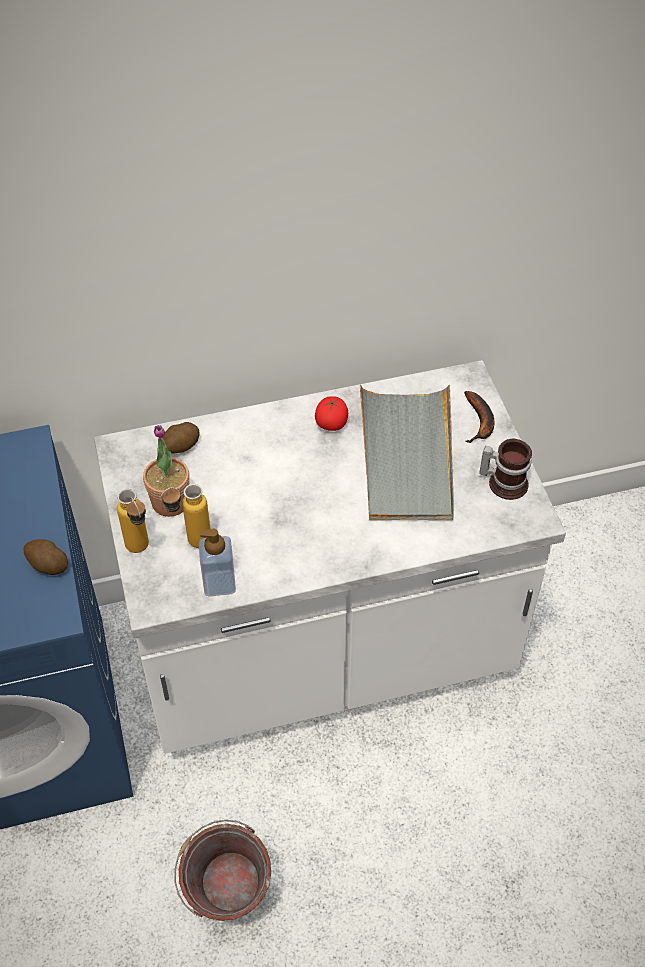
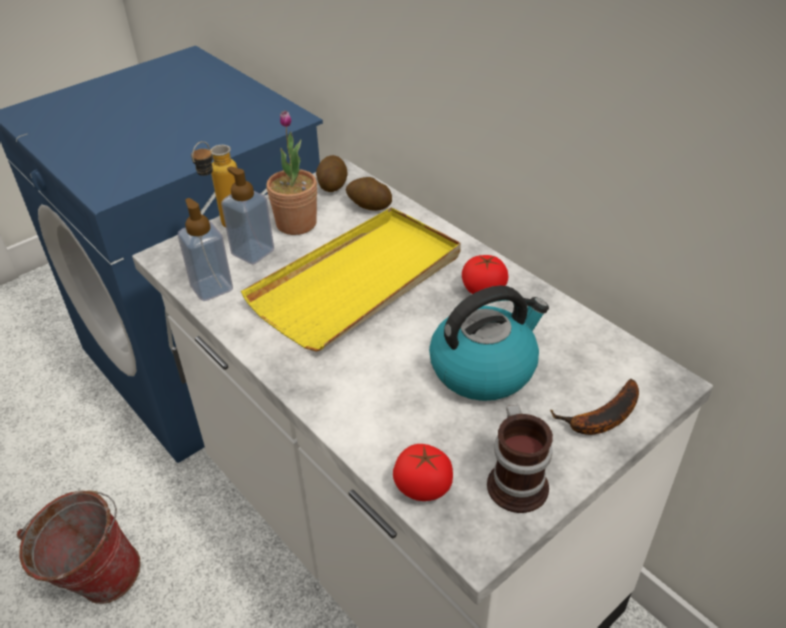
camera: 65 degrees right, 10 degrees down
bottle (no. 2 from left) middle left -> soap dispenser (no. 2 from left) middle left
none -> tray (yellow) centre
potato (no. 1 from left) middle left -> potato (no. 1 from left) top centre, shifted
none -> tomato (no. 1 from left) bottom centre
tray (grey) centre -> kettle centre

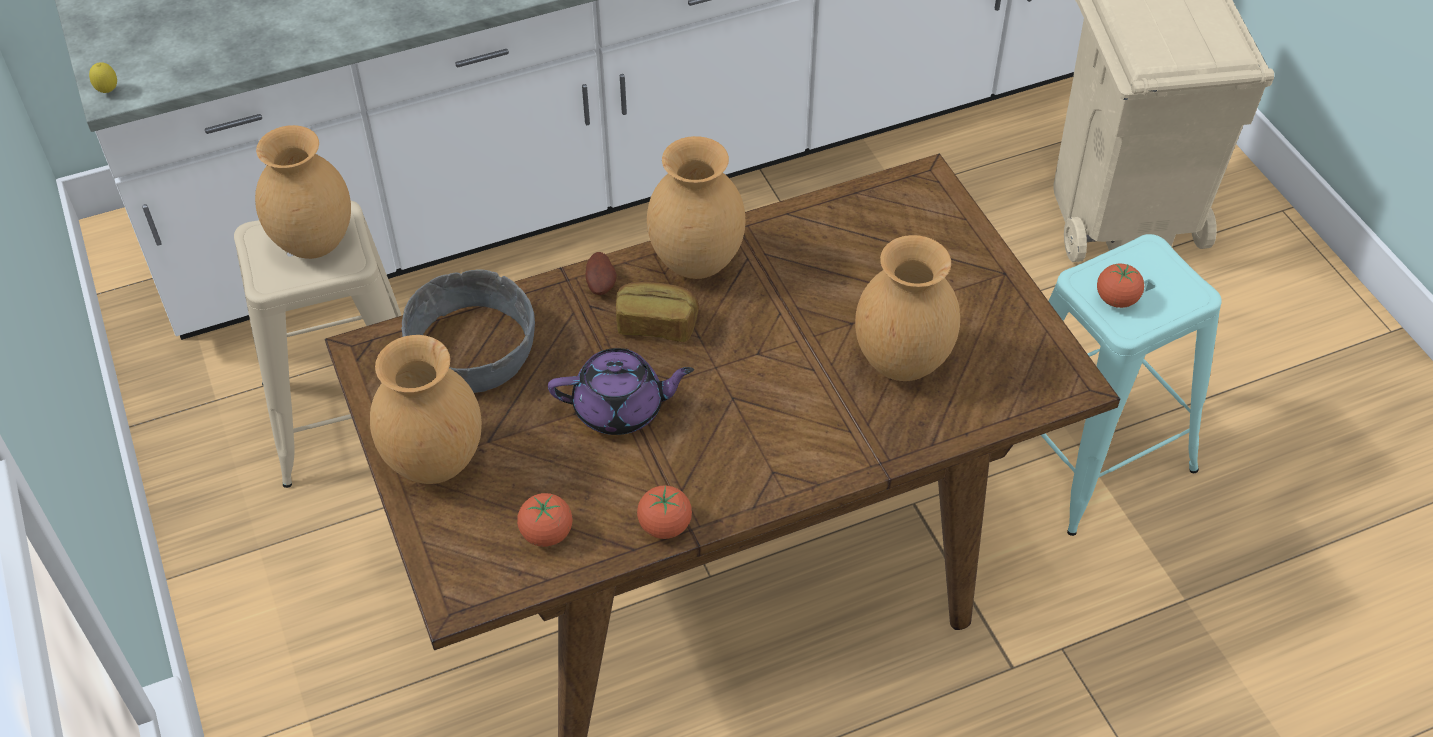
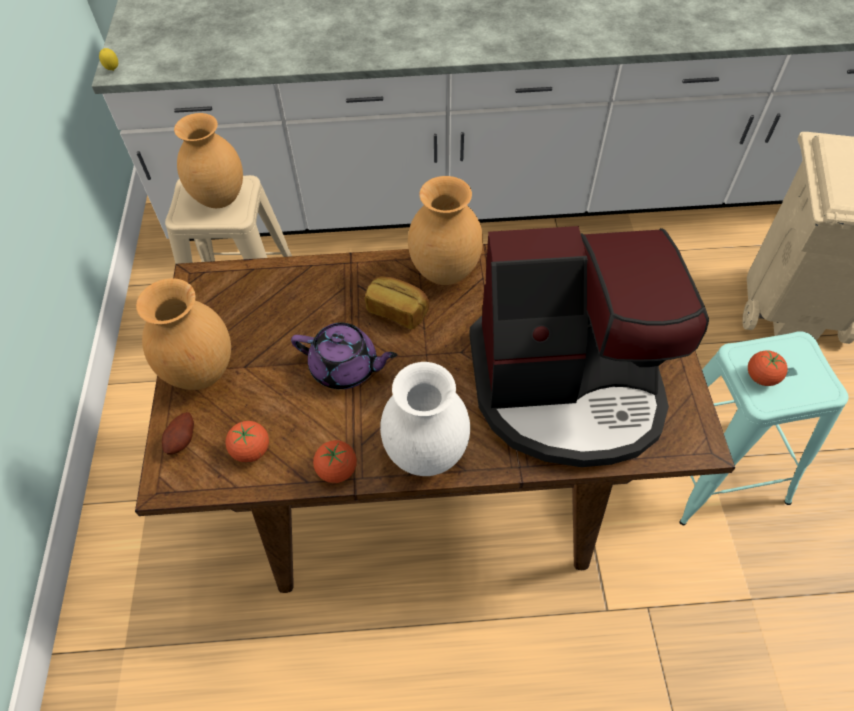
camera: 20 degrees right, 5 degrees up
potato centre -> potato middle left, shifted
none -> vase (white) centre
vase (brown) (no. 4 from left) centre -> coffee machine middle right
bowl (grey) middle left -> none

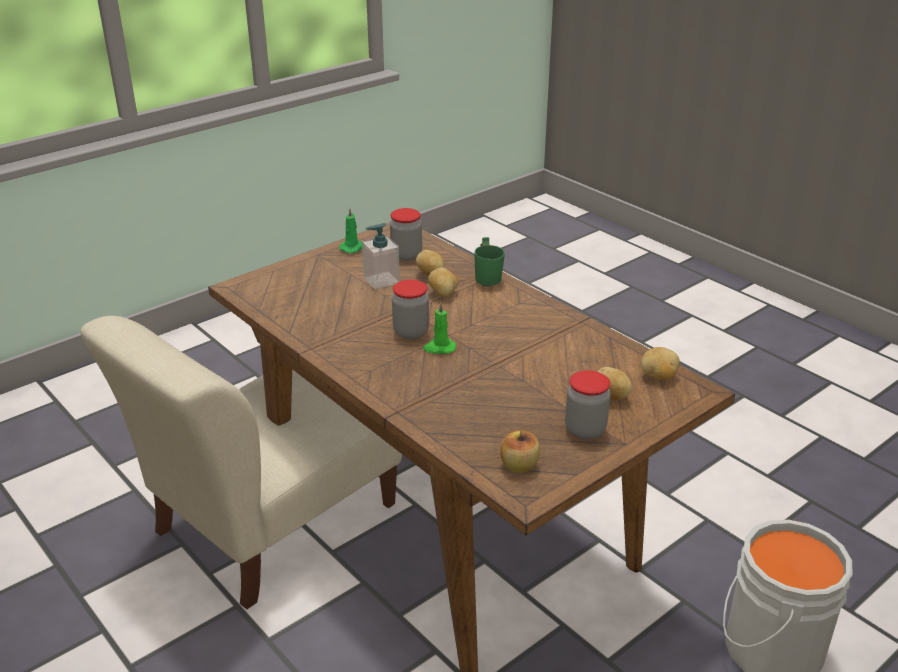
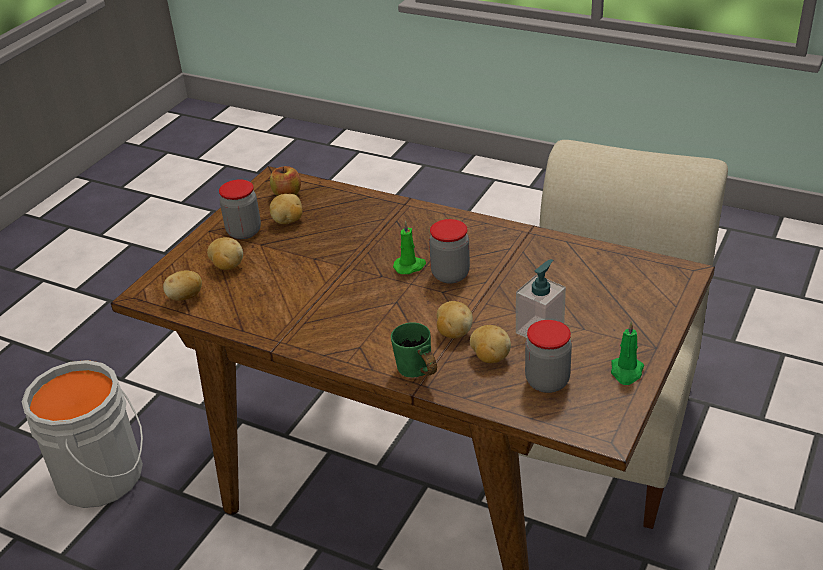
camera: 160 degrees right, 5 degrees up
none -> potato (no. 3 from left) centre

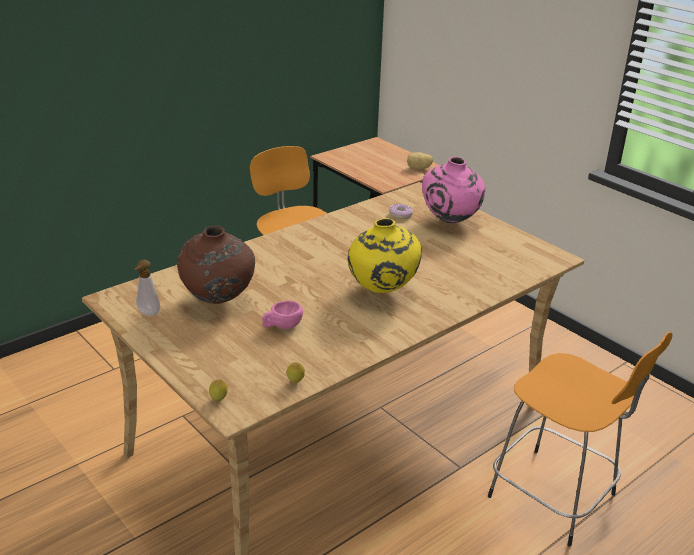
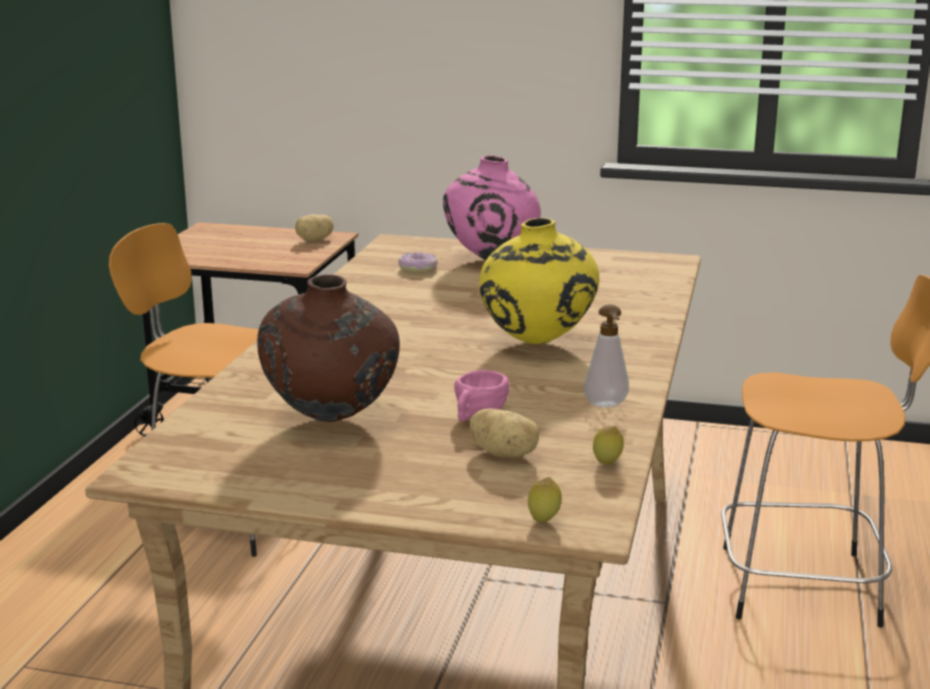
camera: 35 degrees left, 10 degrees down
none -> potato (no. 2 from left) centre
soap dispenser middle left -> soap dispenser centre, shifted

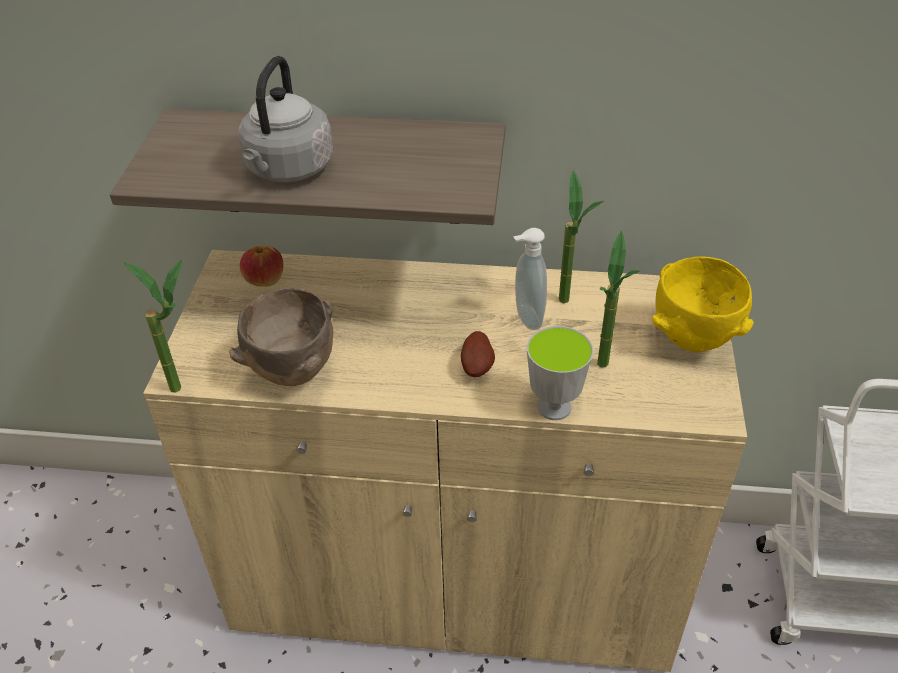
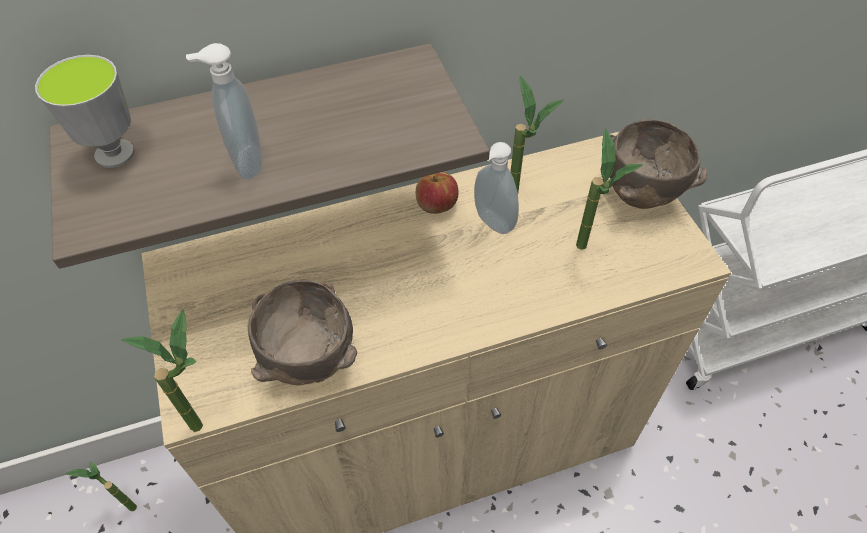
camera: 25 degrees left, 10 degrees up
cup centre -> cup top left, shifted
none -> potted plant (no. 1 from left) bottom left
kettle (grey) top left -> soap dispenser (no. 1 from left) top left
apple middle left -> apple centre, shifted
bowl (yellow) middle right -> bowl (brown) (no. 2 from left) top right
potato centre -> none

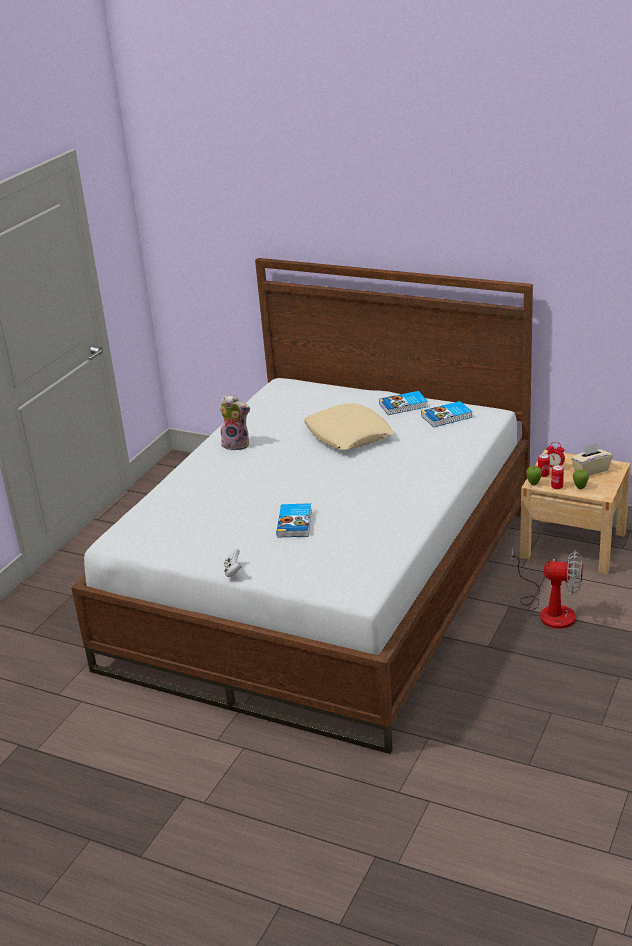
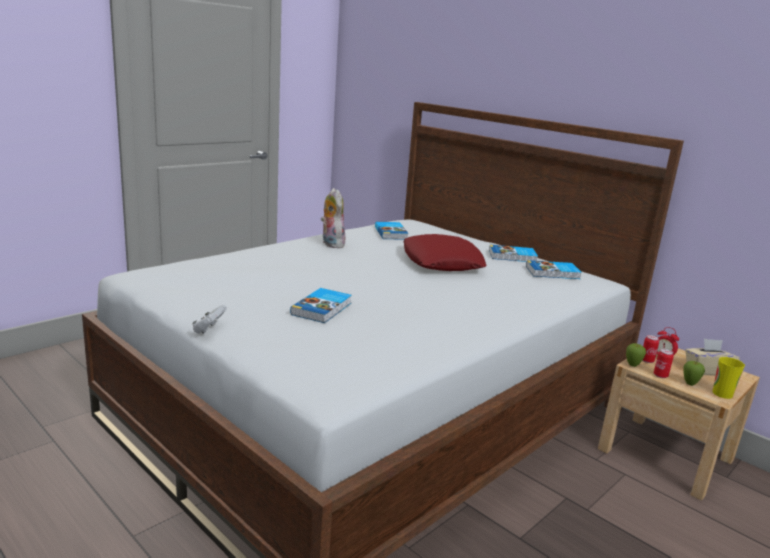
camera: 15 degrees right, 10 degrees down
plush toy centre, 150 degrees counterclockwise
none -> book (no. 2 from left) centre
pillow (beige) centre -> pillow (red) centre
none -> cup bottom right
fan middle right -> none

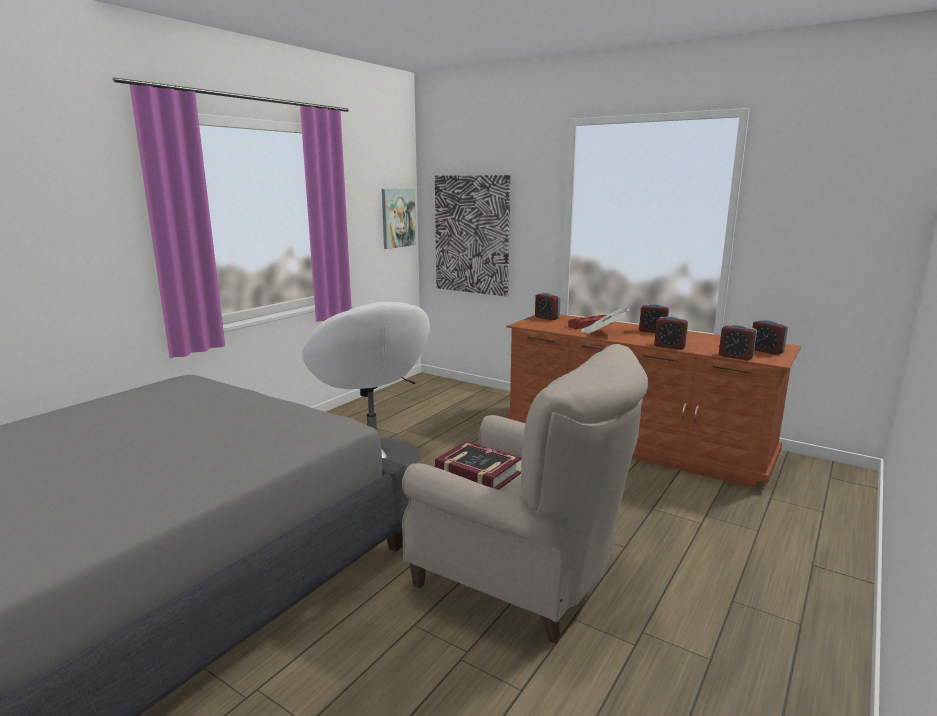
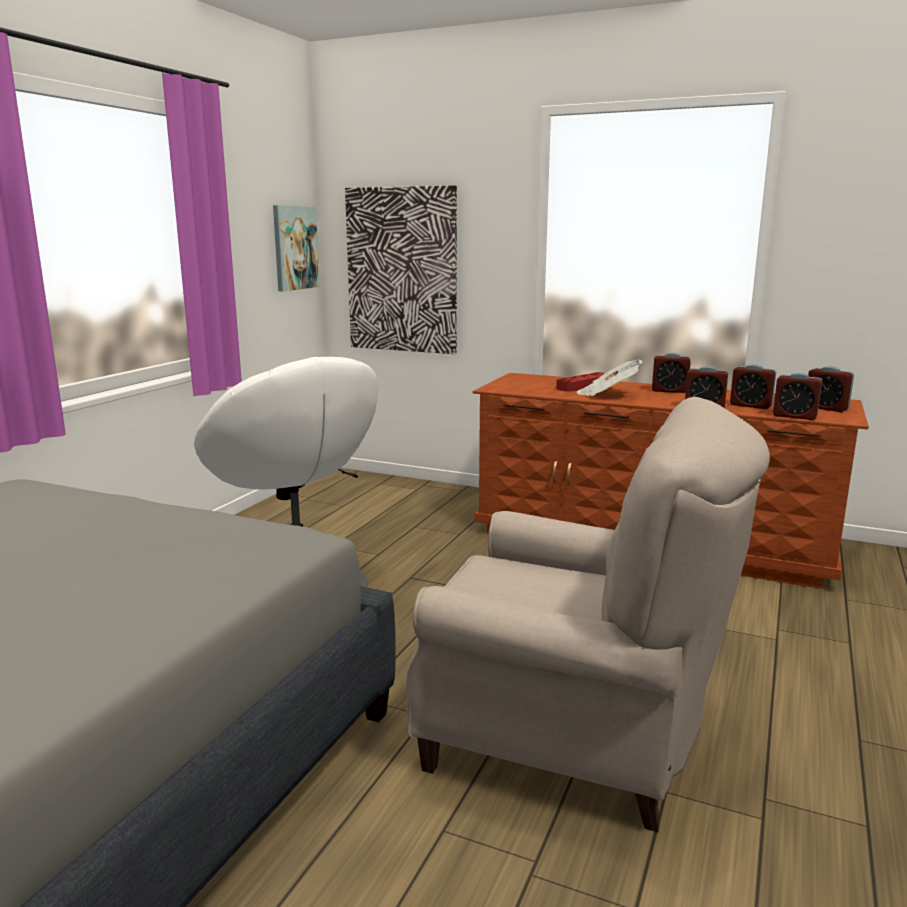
camera: 10 degrees left, 0 degrees up
alarm clock (no. 1 from left in the first image) centre -> alarm clock (no. 3 from left) middle right, shifted
book centre -> none

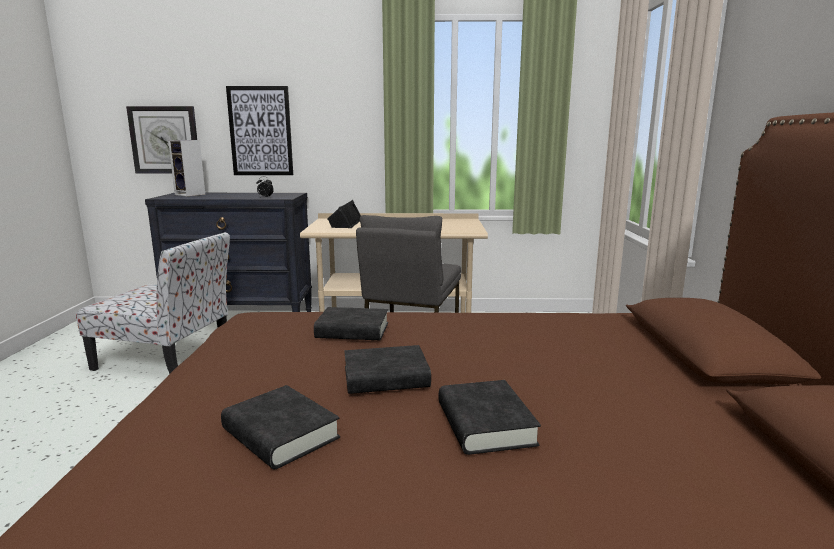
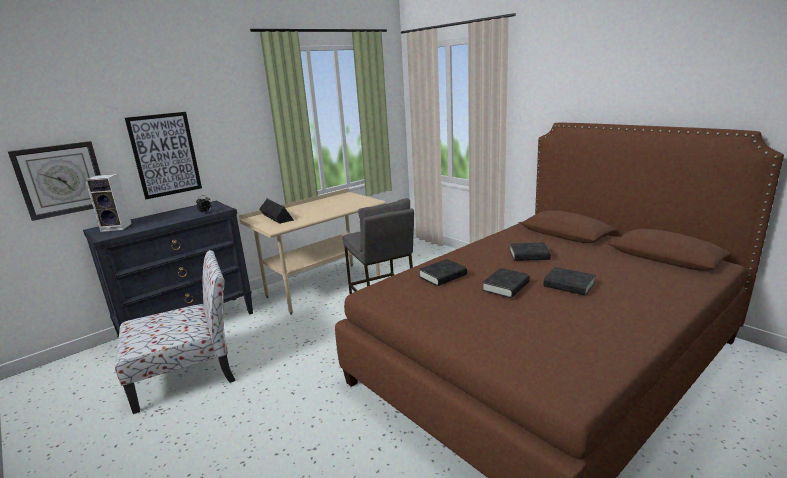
camera: 40 degrees left, 5 degrees up
book (black) (no. 1 from left in the first image) bottom centre -> book (black) (no. 3 from left) middle right, shifted

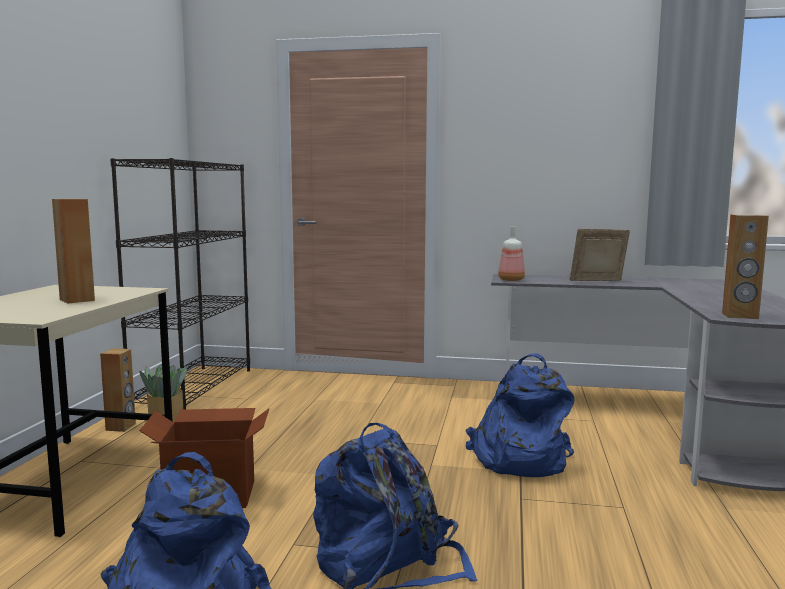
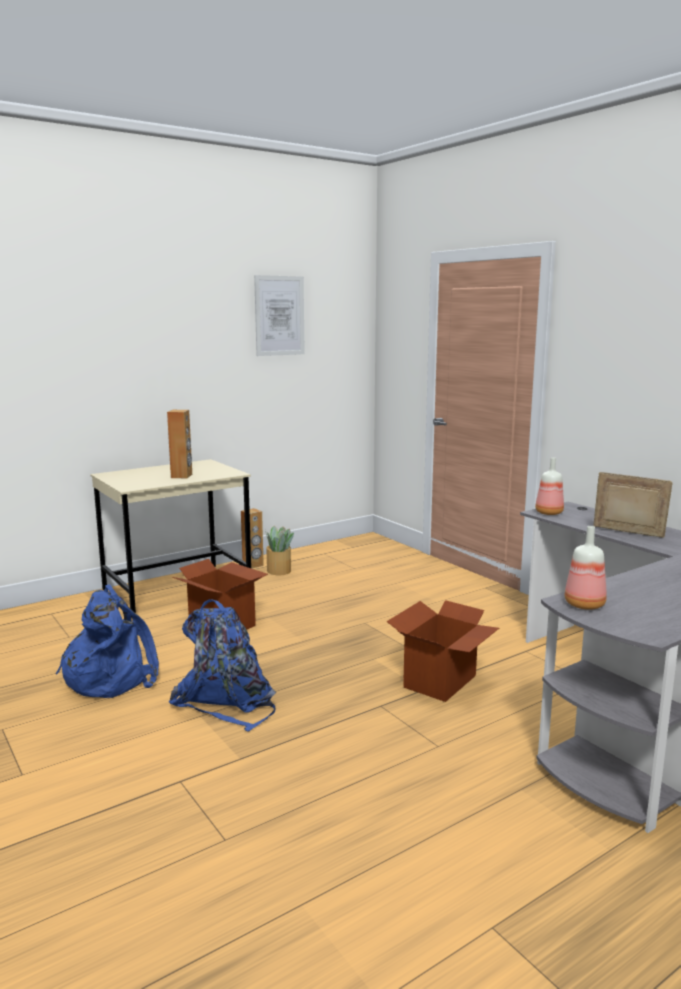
camera: 45 degrees right, 5 degrees up
none -> picture top centre
backpack (blue) (no. 3 from left) bottom centre -> cardboard box (no. 2 from left) centre
speaker (brown) (no. 3 from left) middle right -> bottle (no. 2 from left) middle right
bookcase (black) middle left -> none

